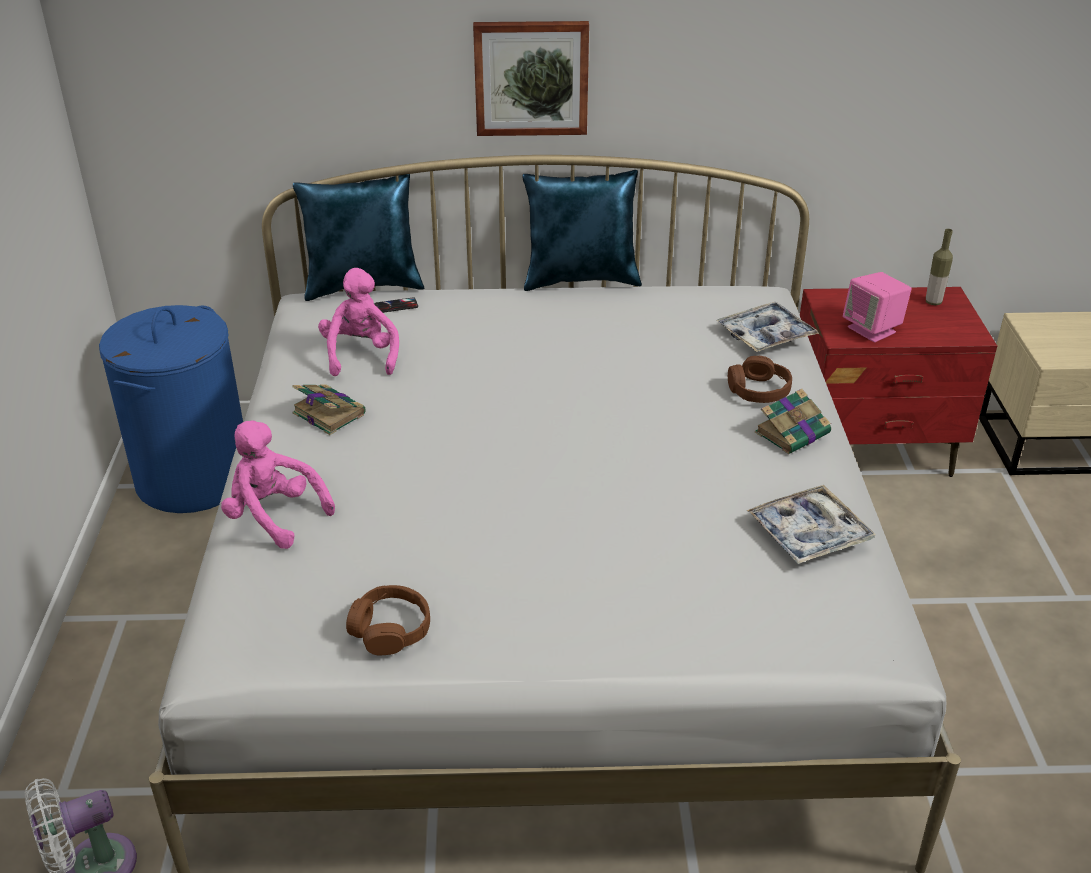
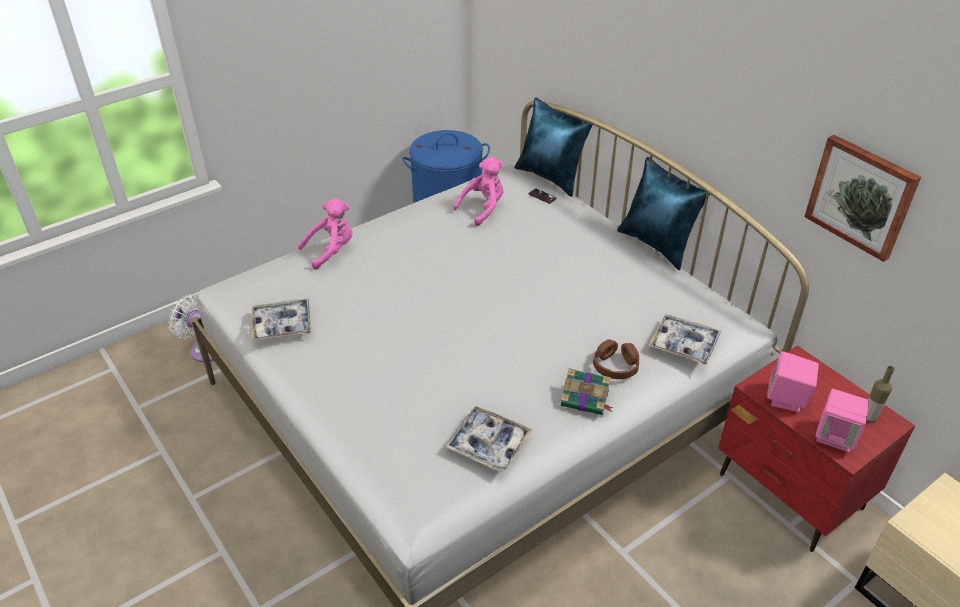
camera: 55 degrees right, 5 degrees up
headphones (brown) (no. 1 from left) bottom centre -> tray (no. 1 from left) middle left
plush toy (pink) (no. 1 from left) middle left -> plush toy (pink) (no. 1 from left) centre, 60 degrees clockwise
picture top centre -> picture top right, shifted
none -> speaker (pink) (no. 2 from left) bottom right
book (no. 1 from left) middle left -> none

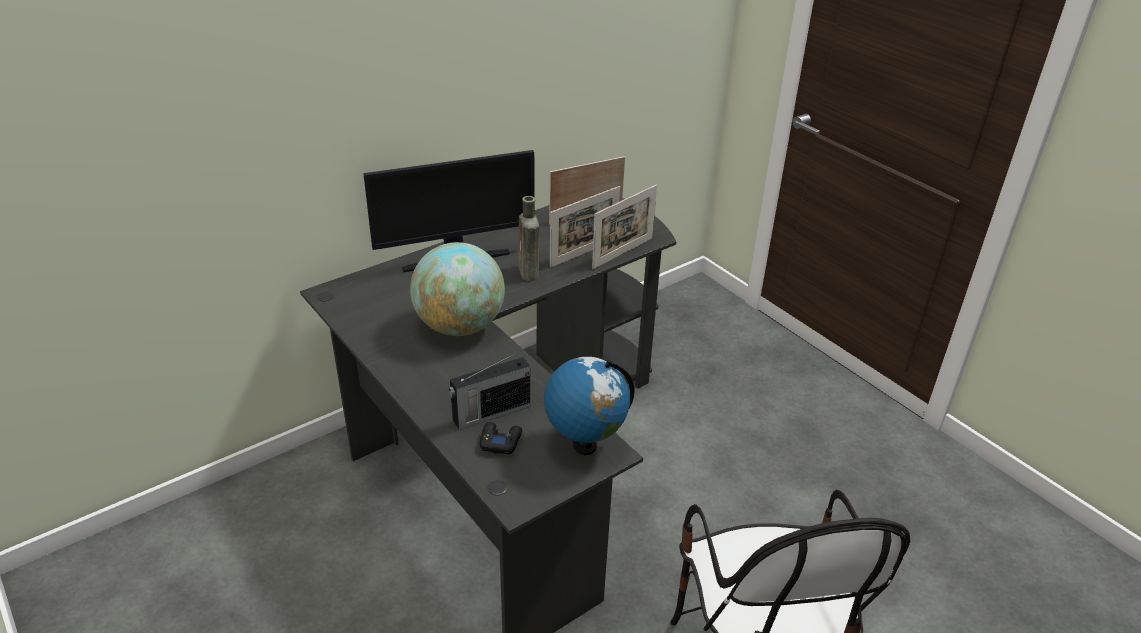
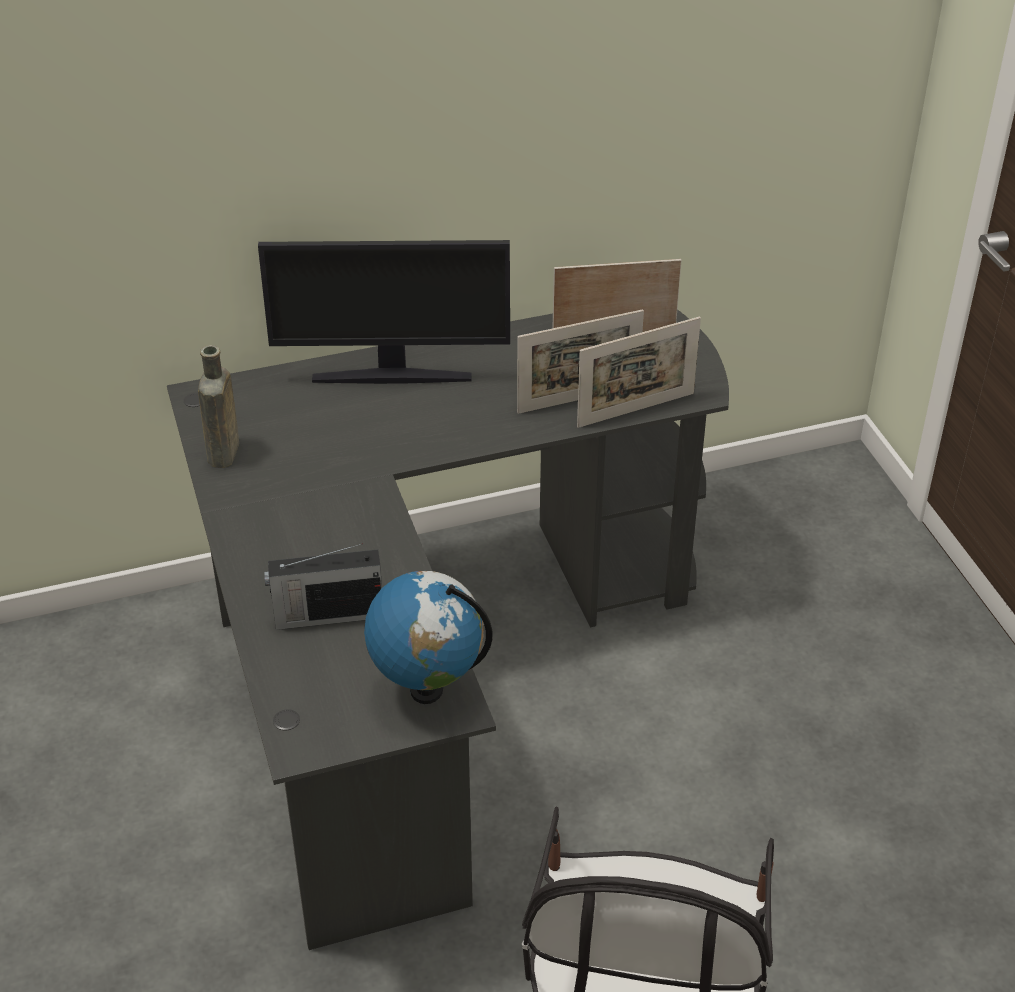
camera: 20 degrees right, 5 degrees up
bottle (brown) centre -> bottle (brown) middle left, shifted
globe (no. 1 from left) centre -> none
game controller (black) bottom centre -> none

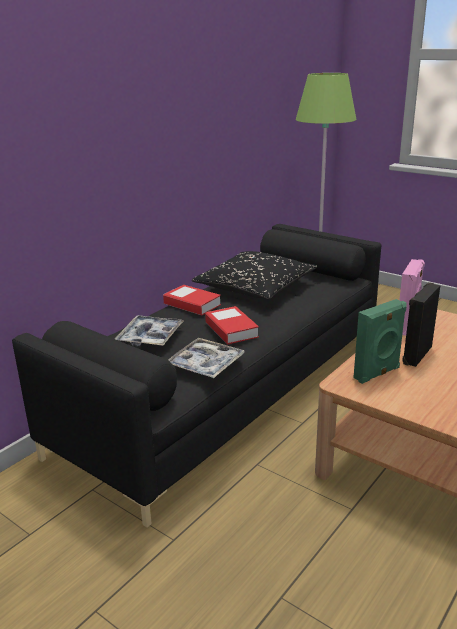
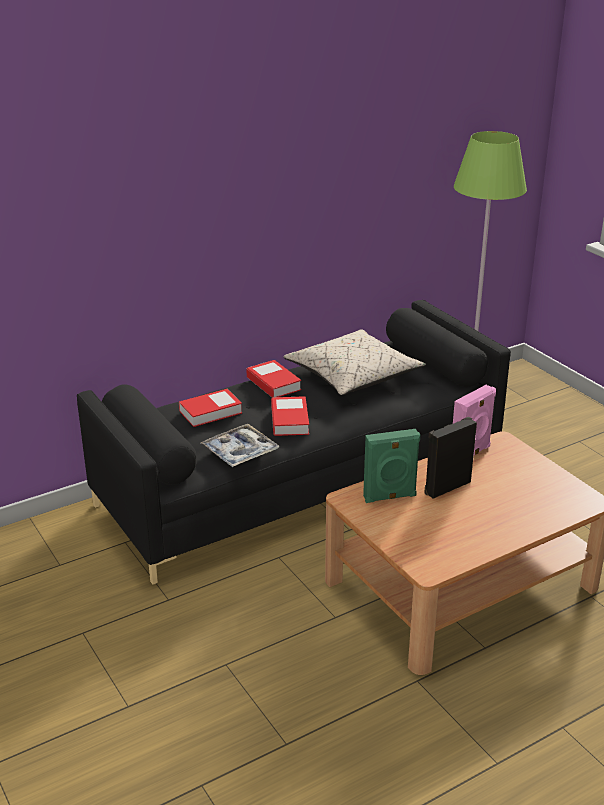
camera: 20 degrees right, 5 degrees up
tray (no. 1 from left) middle left -> book (no. 1 from left) centre
pillow (black) centre -> pillow (beige) centre

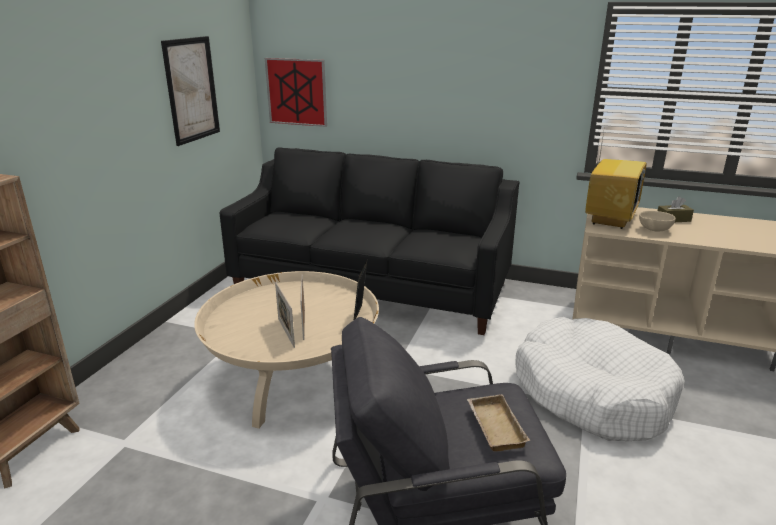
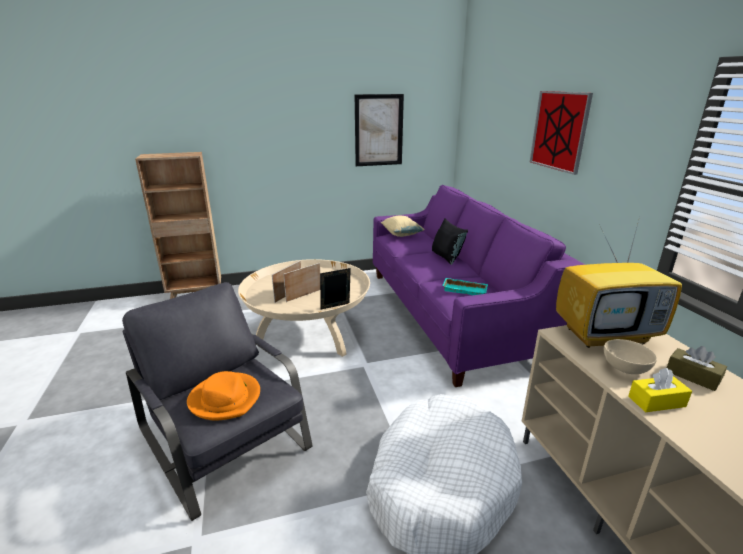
camera: 55 degrees right, 0 degrees up
tray (beige) bottom centre -> hat (orange) bottom left
sofa (black) centre -> sofa (purple) centre
none -> pillow (beige) centre
none -> pillow (black) centre
none -> tray (turquoise) centre
picture (no. 2 from left) top centre -> picture (no. 2 from left) top right, shifted
none -> tissue box (yellow) bottom right

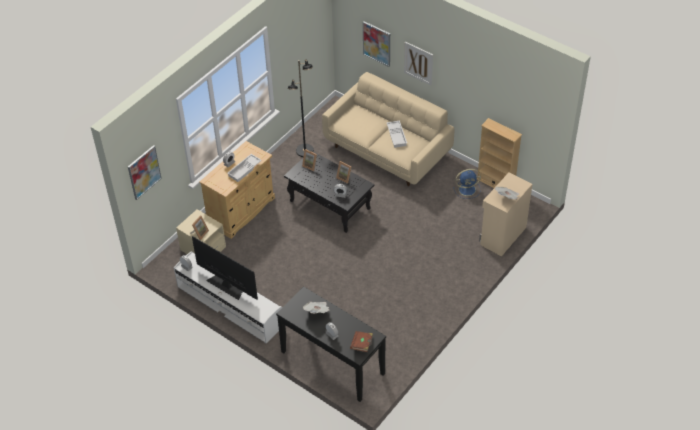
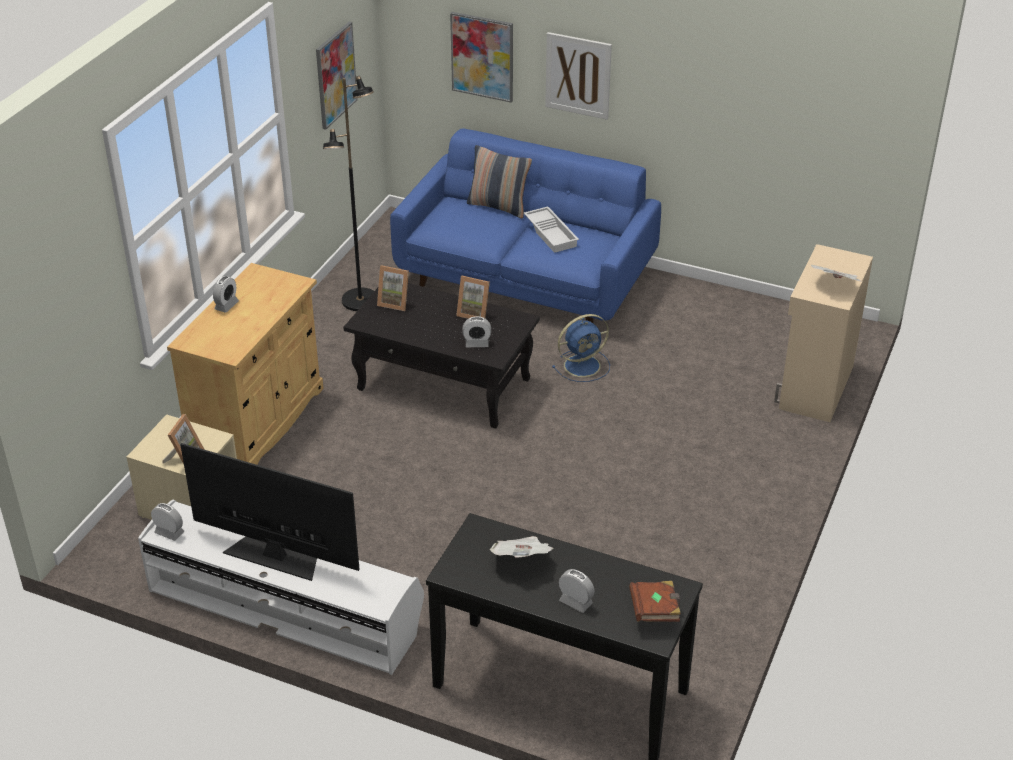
camera: 15 degrees left, 10 degrees down
picture (no. 1 from left) middle left -> picture (no. 1 from left) top left, shifted
sofa (beige) top centre -> sofa (blue) top centre
none -> pillow top centre
fan (blue) middle right -> fan (blue) centre, shifted
tray (white) (no. 1 from left) centre -> none
bookcase (beige) middle right -> none

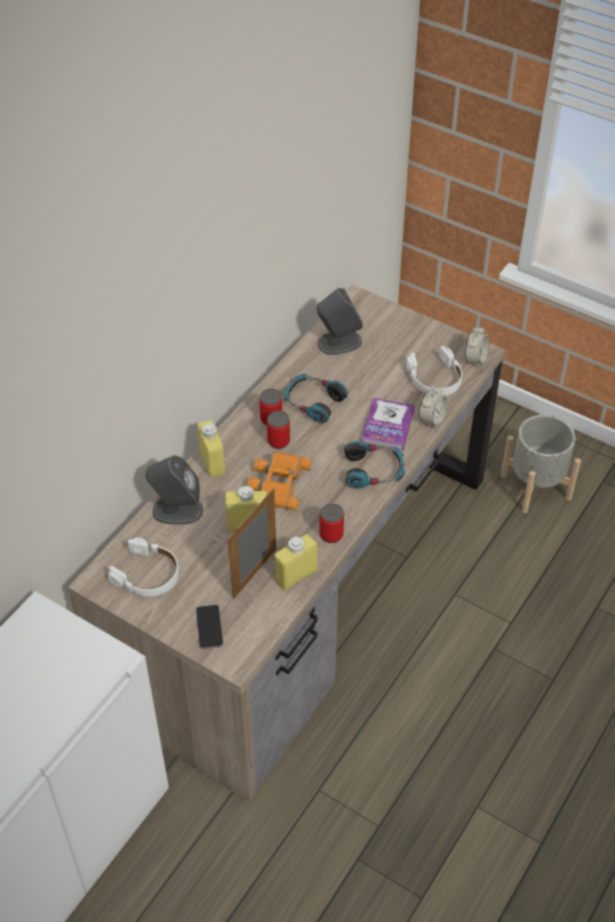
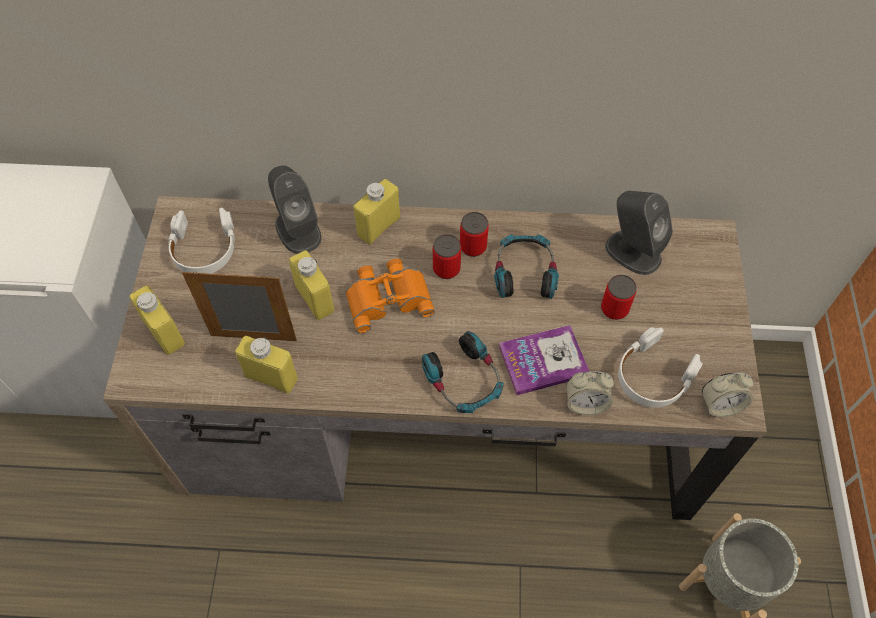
camera: 60 degrees right, 10 degrees up
phone bottom centre -> bottle (yellow) (no. 1 from left) middle left
can (no. 3 from left) centre -> can (no. 3 from left) middle right, shifted

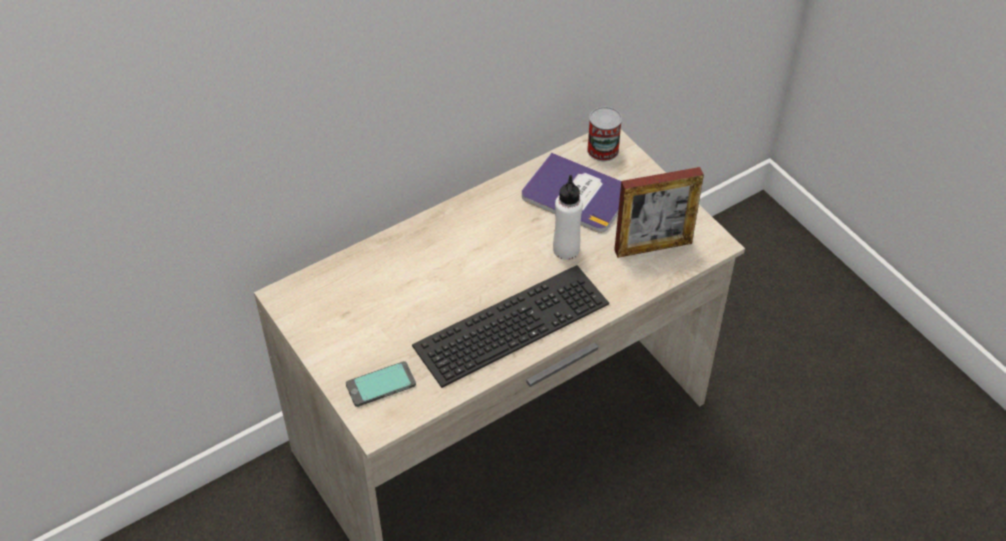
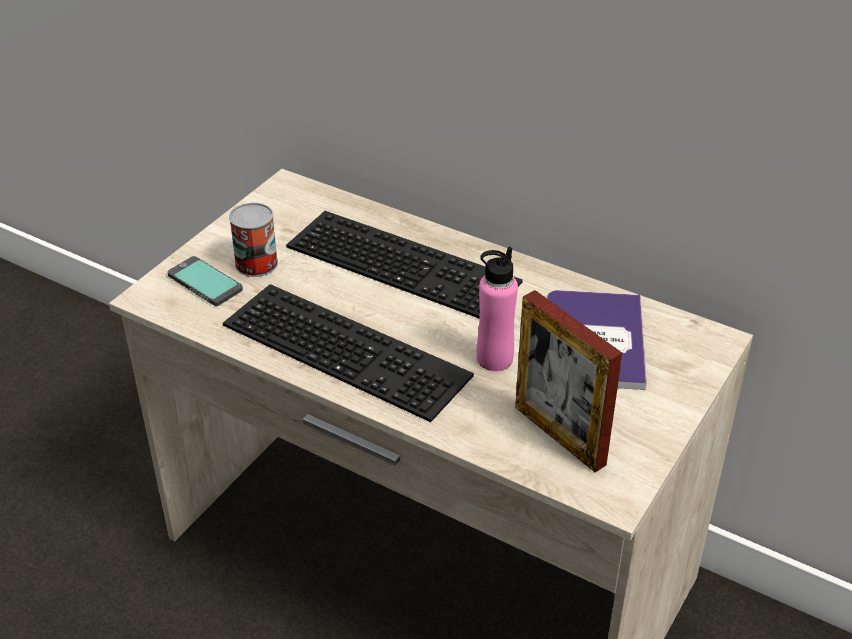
camera: 65 degrees right, 10 degrees down
can top centre -> can middle left, shifted
none -> keyboard (no. 2 from left) centre
bottle (white) centre -> bottle (pink) centre

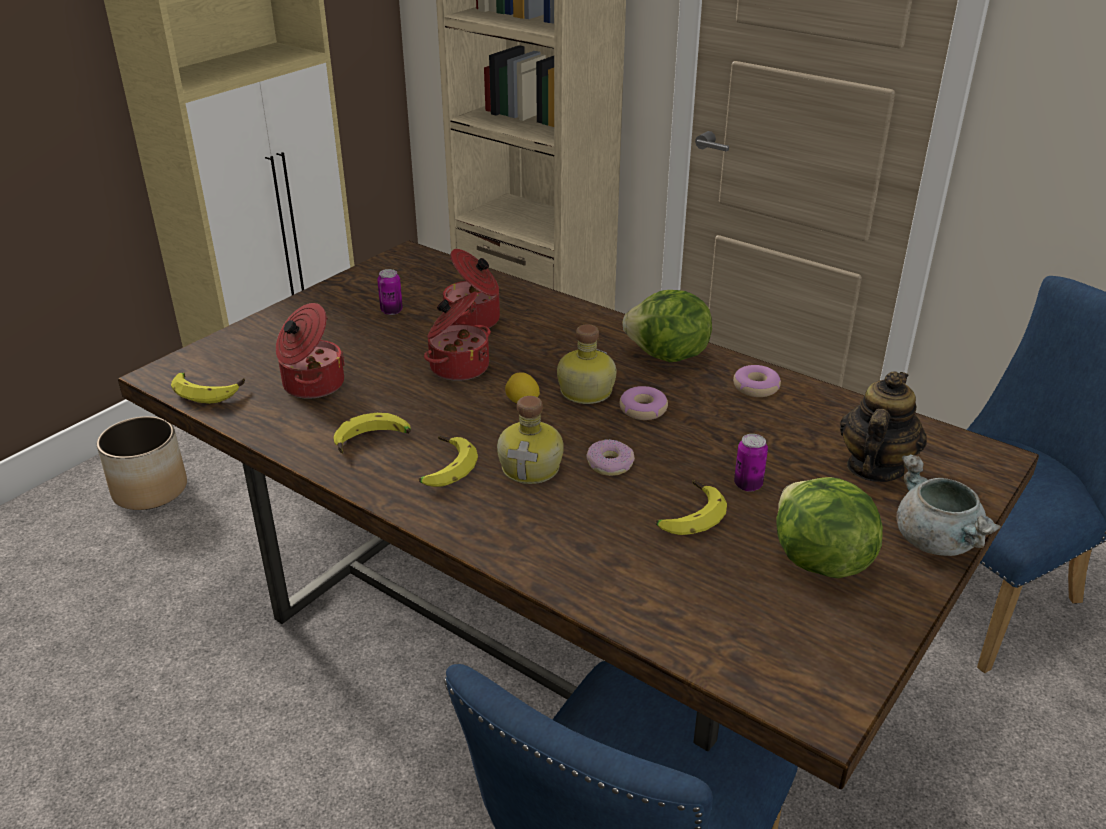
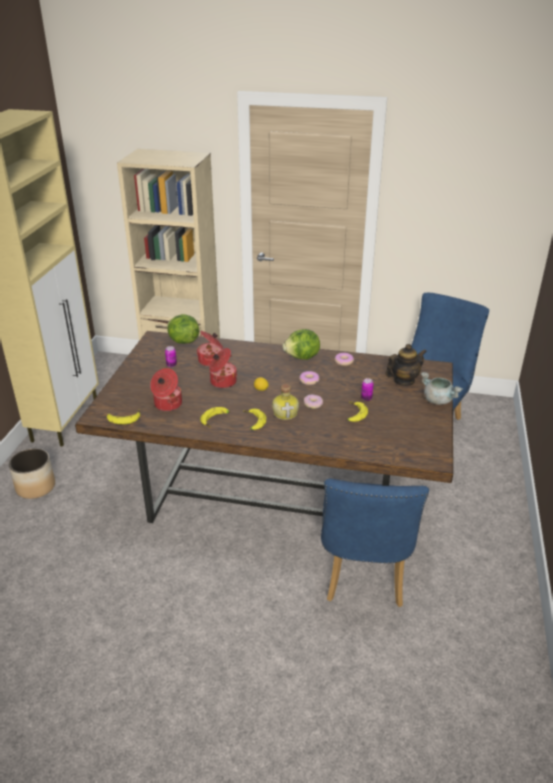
camera: 25 degrees left, 0 degrees up
lettuce (no. 2 from left in the first image) middle right -> lettuce (no. 1 from left) middle left, shifted
teapot middle right, 60 degrees clockwise
bottle (no. 2 from left) centre -> none

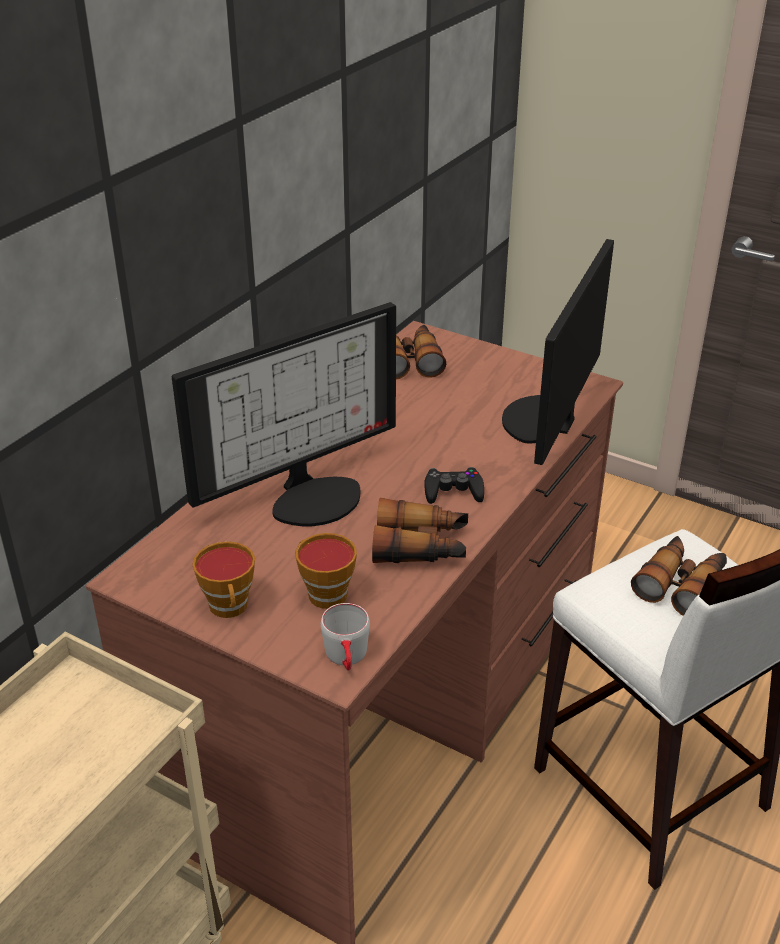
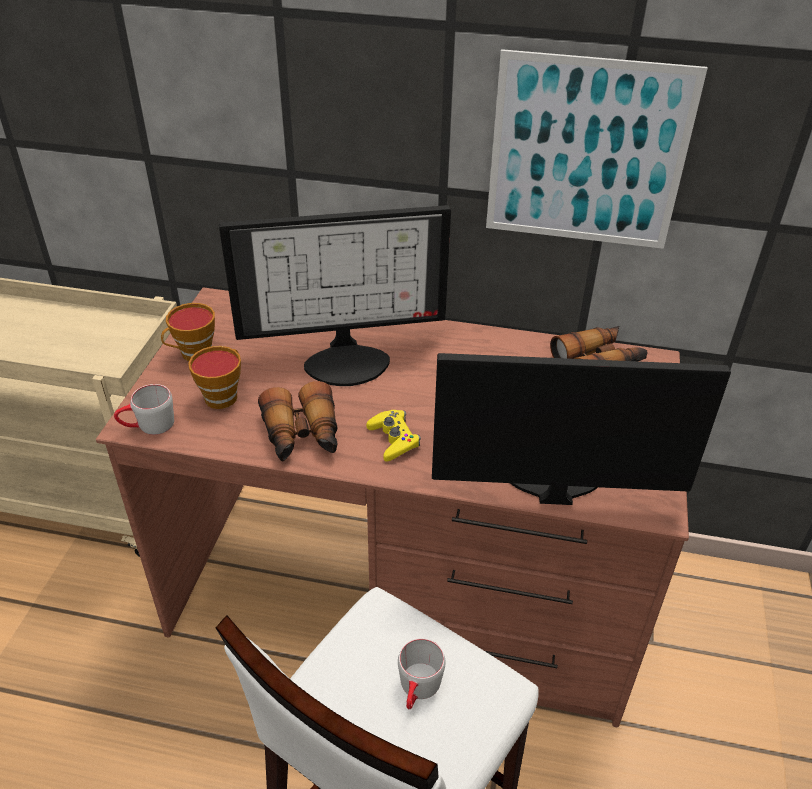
camera: 70 degrees right, 5 degrees up
monitor (no. 1 from left) centre, 45 degrees counterclockwise
game controller (black) centre -> game controller (yellow) centre
binoculars (no. 3 from left) middle right -> mug (grey) (no. 2 from left) bottom centre
none -> picture top right

